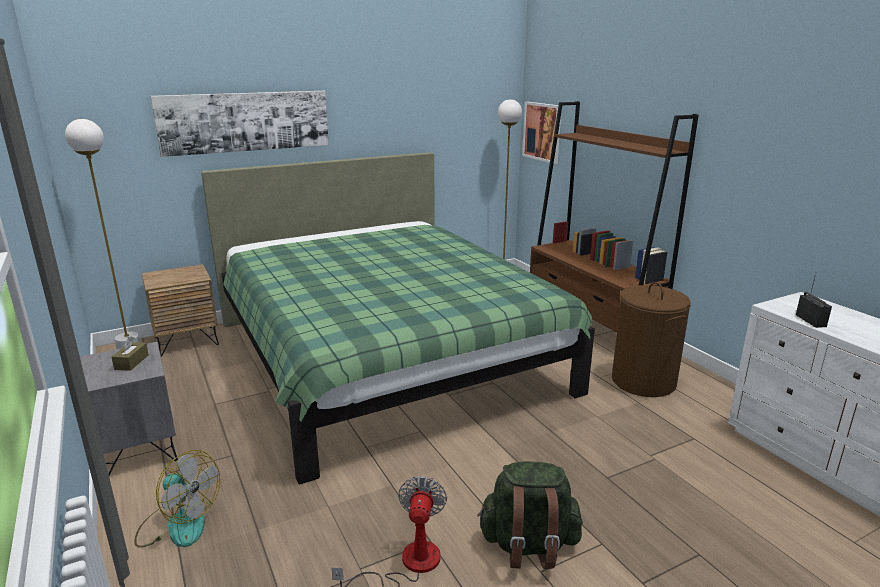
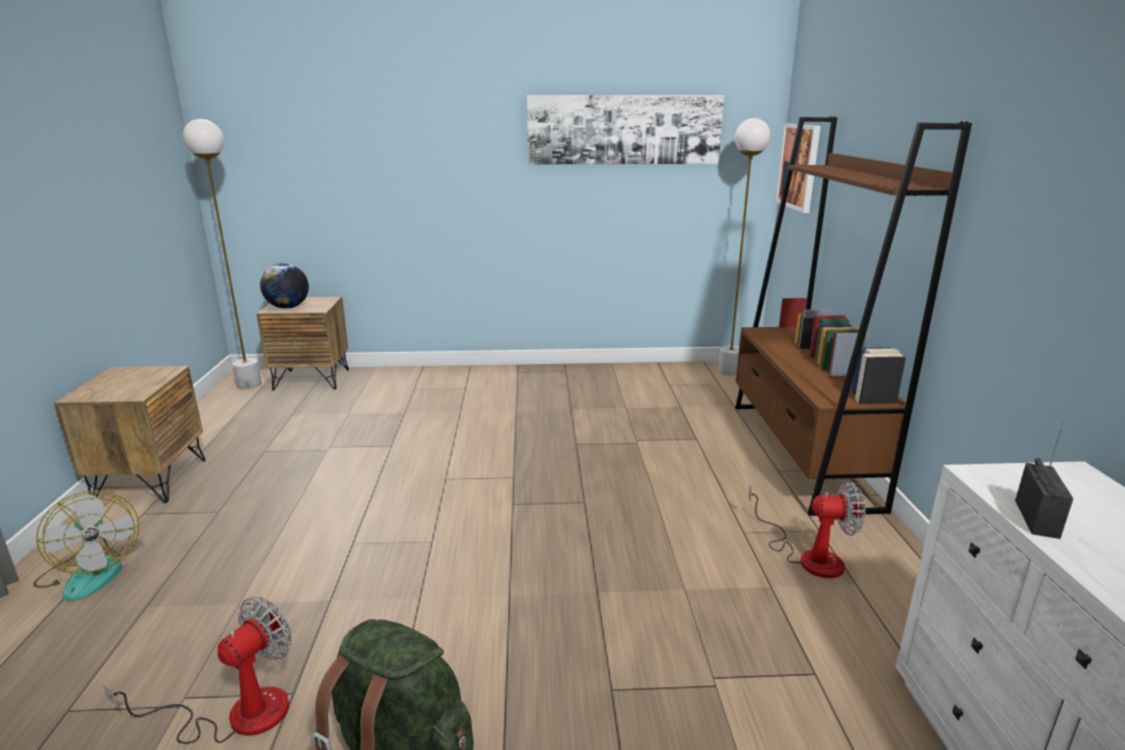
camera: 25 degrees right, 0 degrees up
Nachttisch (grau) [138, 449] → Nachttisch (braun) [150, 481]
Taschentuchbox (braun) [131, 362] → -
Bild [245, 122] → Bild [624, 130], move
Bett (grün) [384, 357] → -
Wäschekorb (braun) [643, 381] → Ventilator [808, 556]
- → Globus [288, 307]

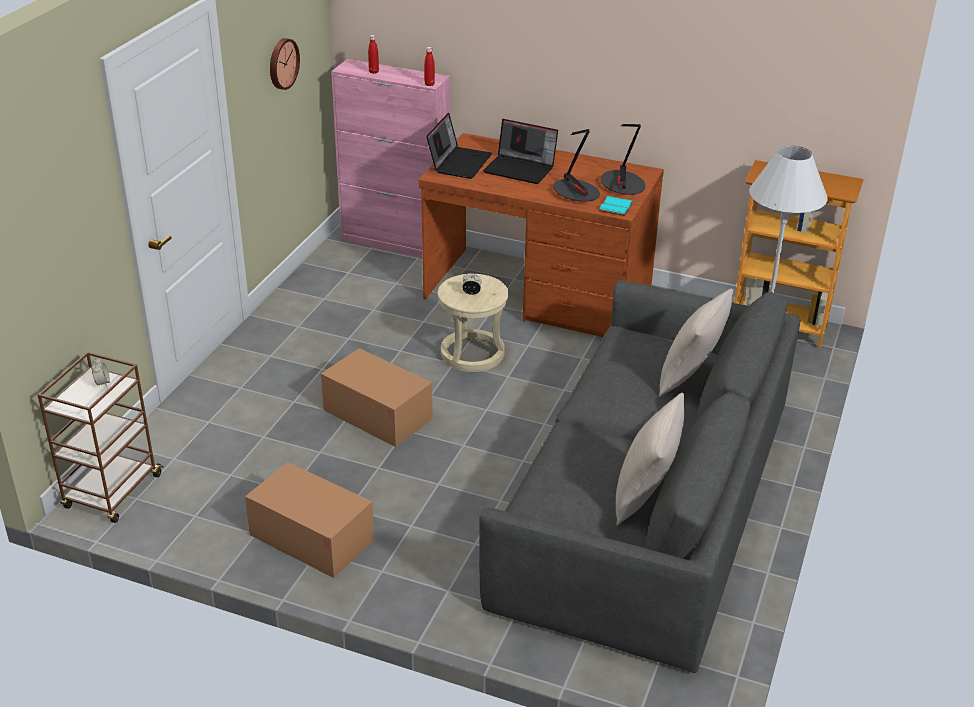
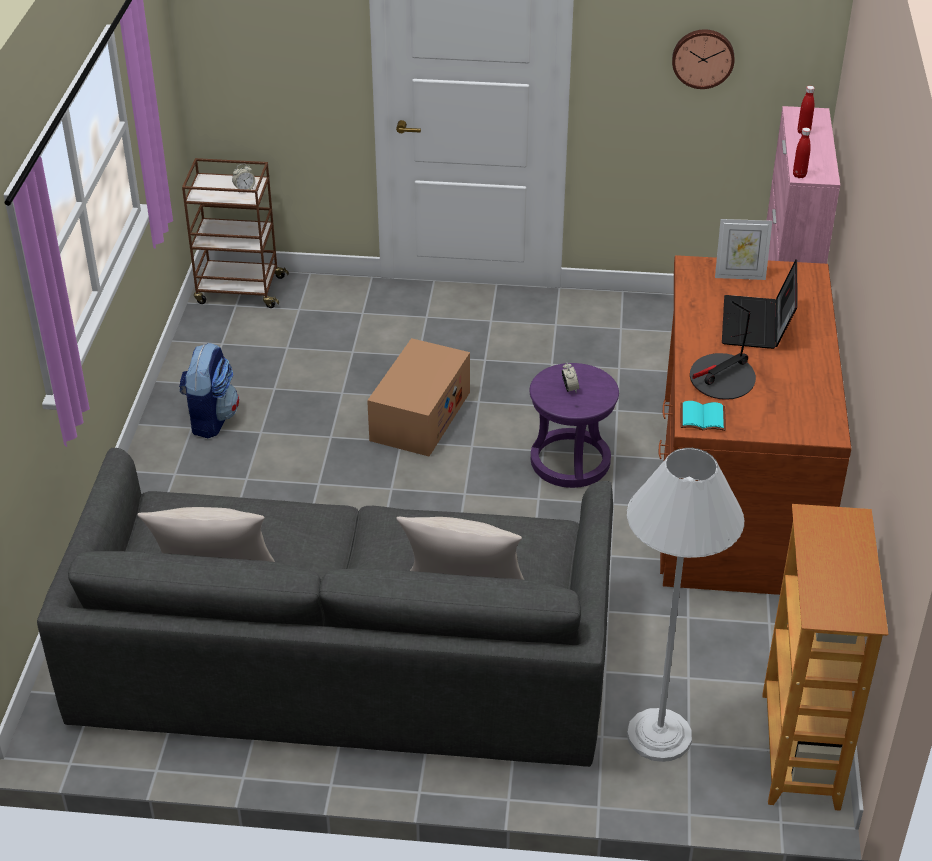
camera: 75 degrees right, 5 degrees up
Karton [311, 537] → Rucksack [210, 419]
Laptop [459, 162] → Bilderrahmen [739, 275]
Hocker (beige) [472, 354] → Hocker (lila) [569, 461]
Tischlampe [622, 184] → -

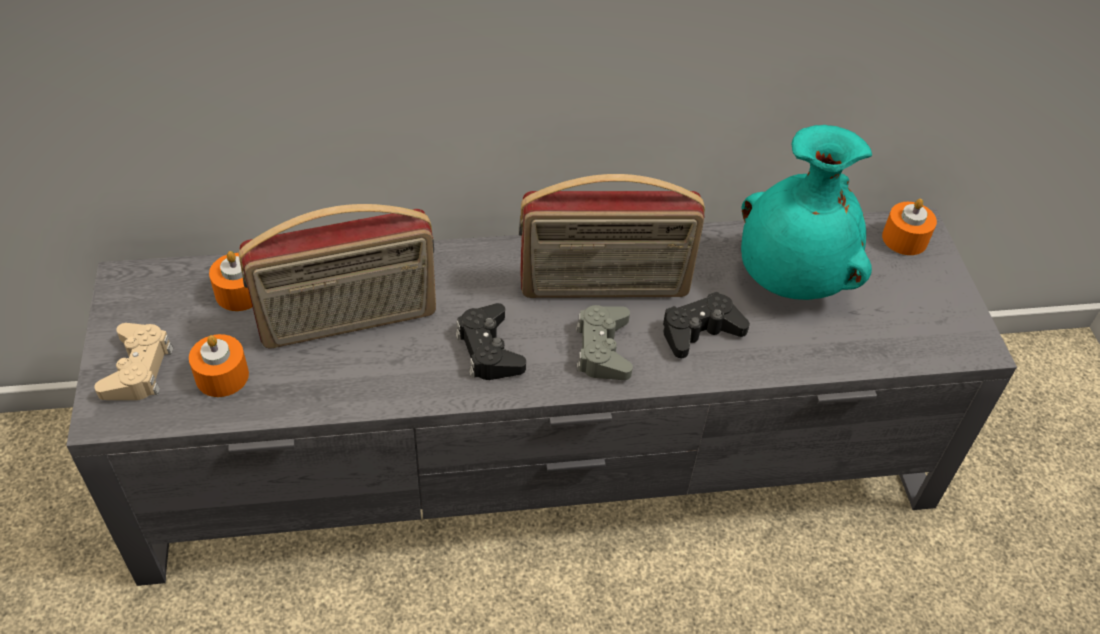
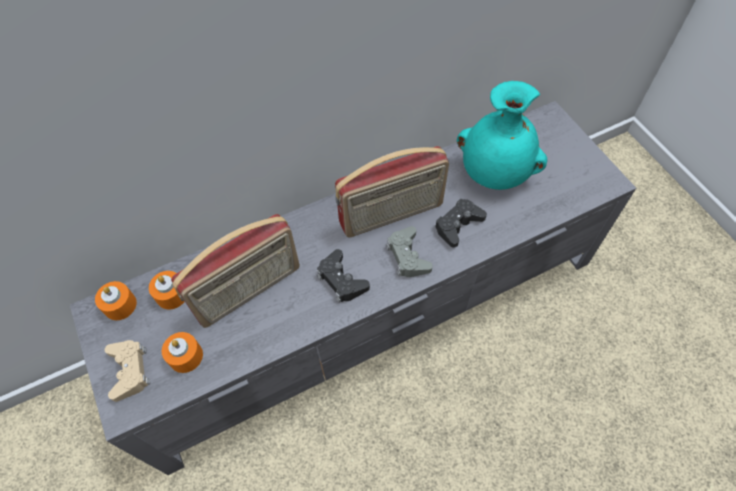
camera: 15 degrees left, 10 degrees up
Kerze (orange) [904, 239] → Kerze (orange) [120, 305], move

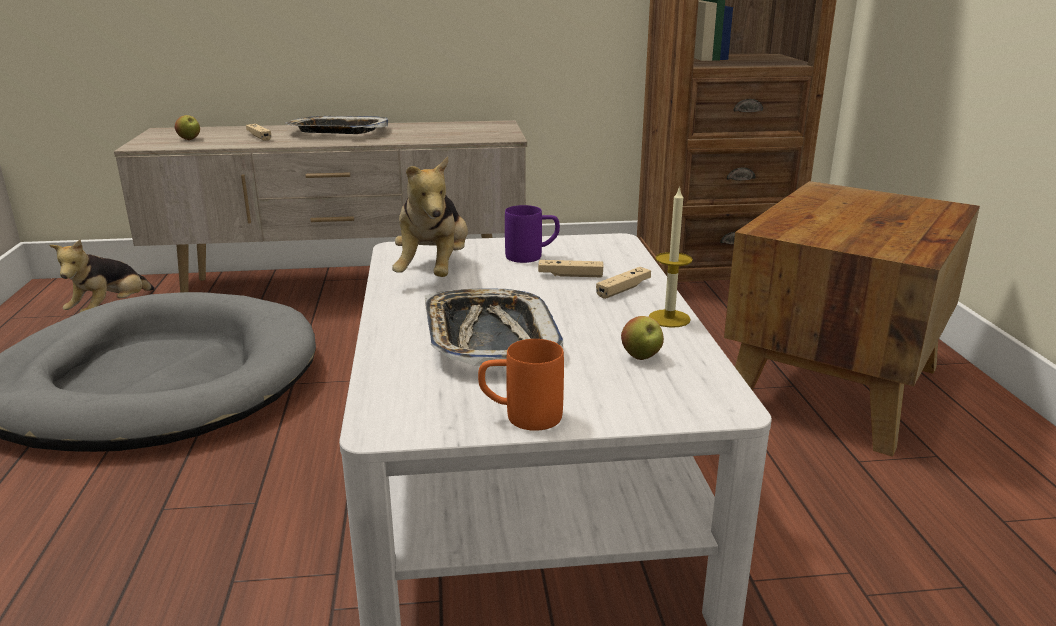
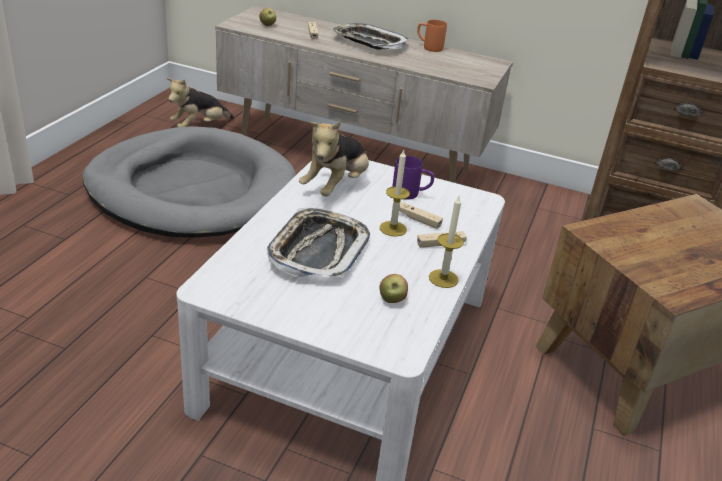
camera: 25 degrees right, 10 degrees up
Henkelbecher (orange) [521, 416] → Henkelbecher (orange) [429, 47], move
- → Kerze [393, 228]

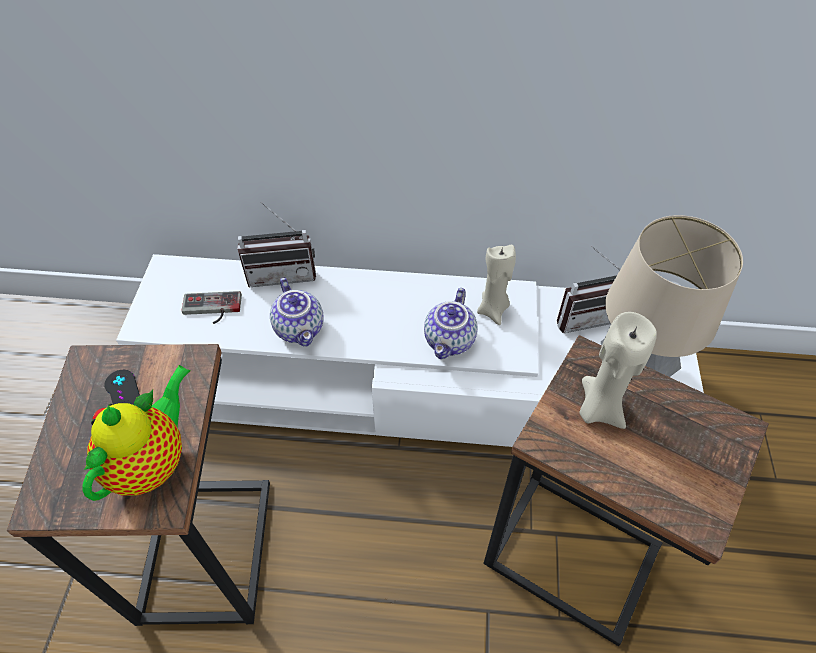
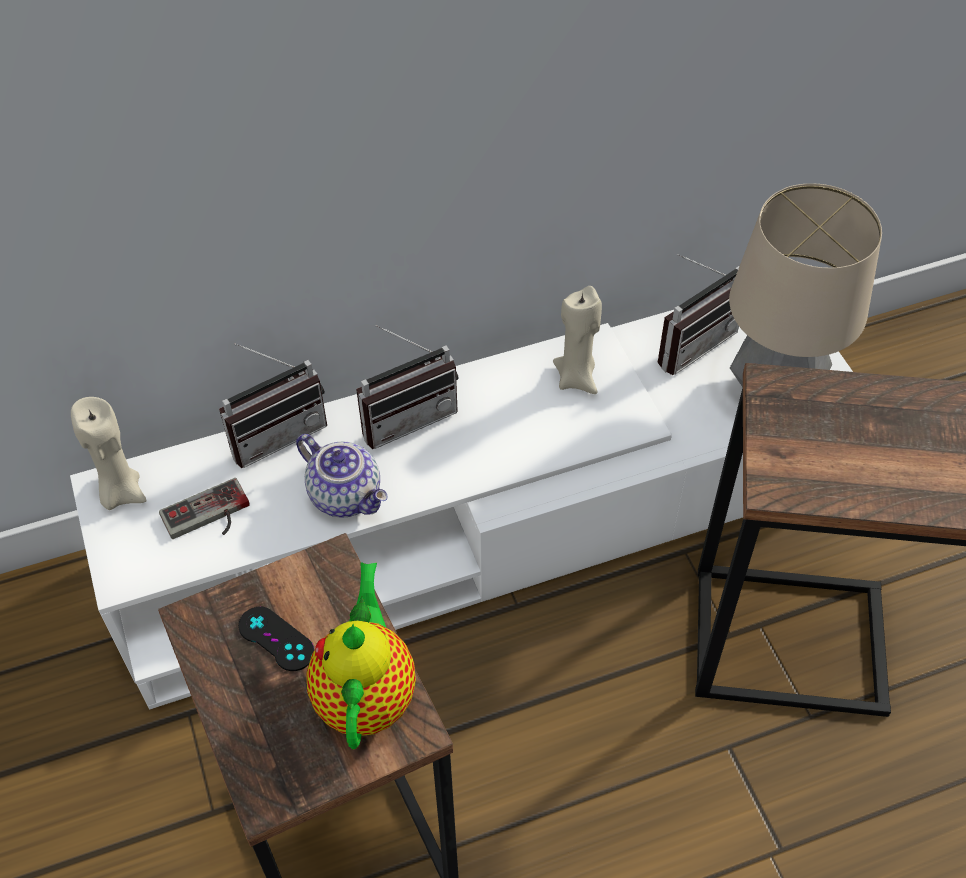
camera: 25 degrees left, 0 degrees up
Teekanne [450, 341] → -
Kerze (beige) [598, 408] → Kerze (beige) [121, 492], move
- → Radio [406, 415]

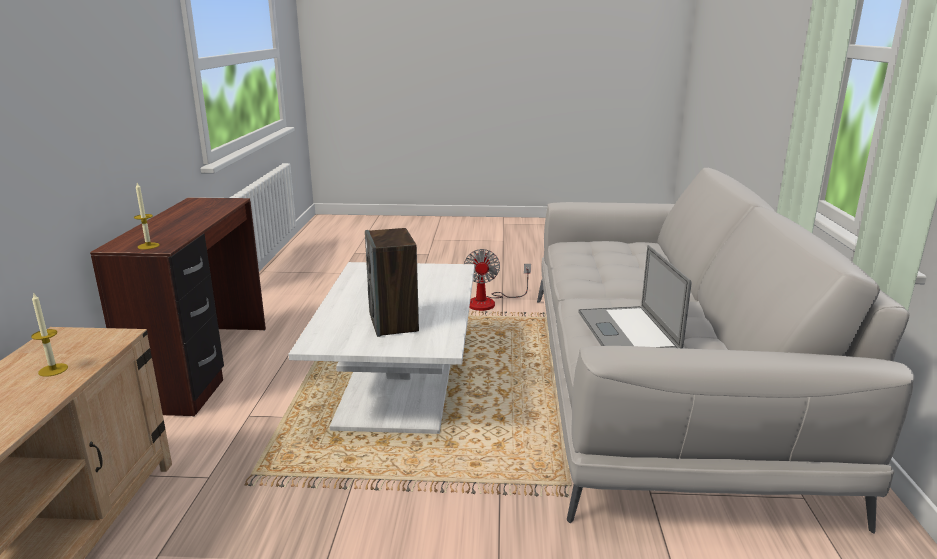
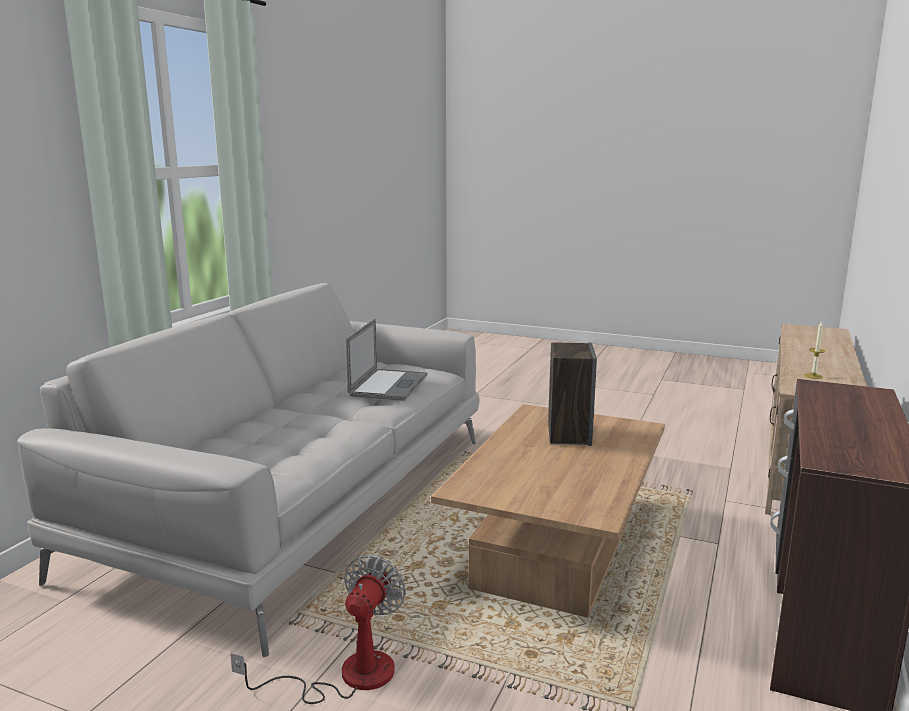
camera: 160 degrees left, 5 degrees down
Kerze [148, 246] → -
Couchtisch (weiß) [399, 383] → Couchtisch (braun) [557, 549]

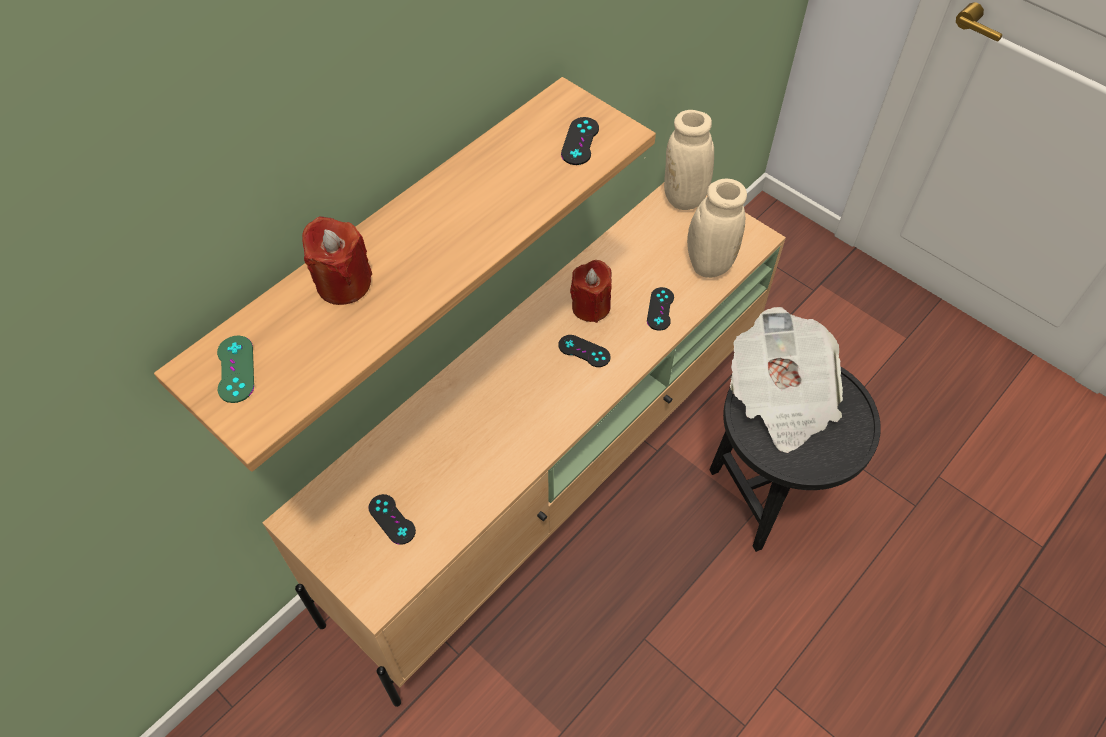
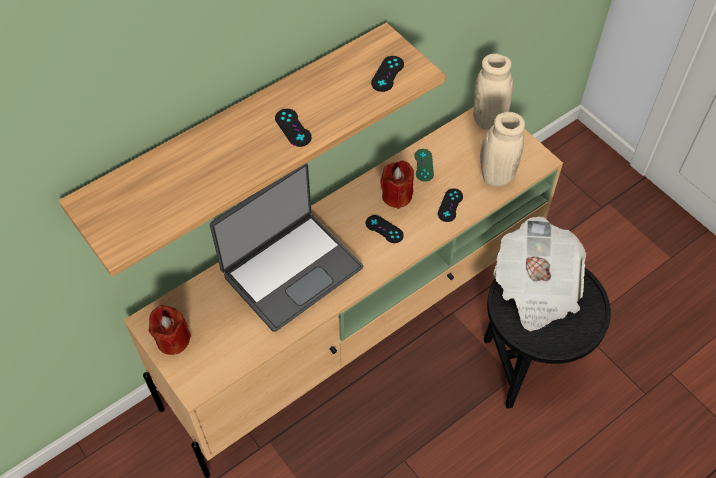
camera: 10 degrees right, 0 degrees up
Gamepad (grün) [235, 369] → Gamepad (grün) [423, 165], move
Kerze (rot) [343, 283] → Kerze (rot) [173, 340], move
Gamepad (schwarz) [392, 519] → Gamepad (schwarz) [293, 128], move
- → Laptop [291, 270]

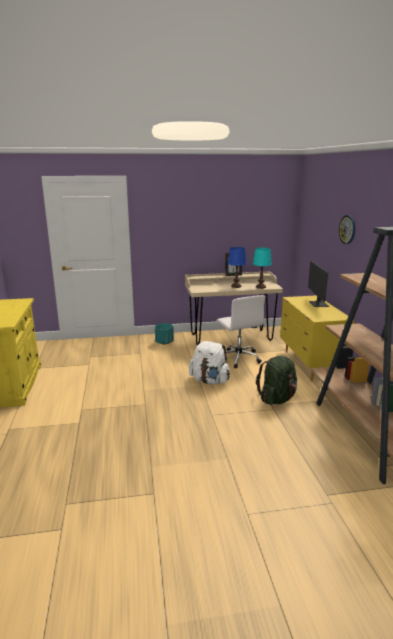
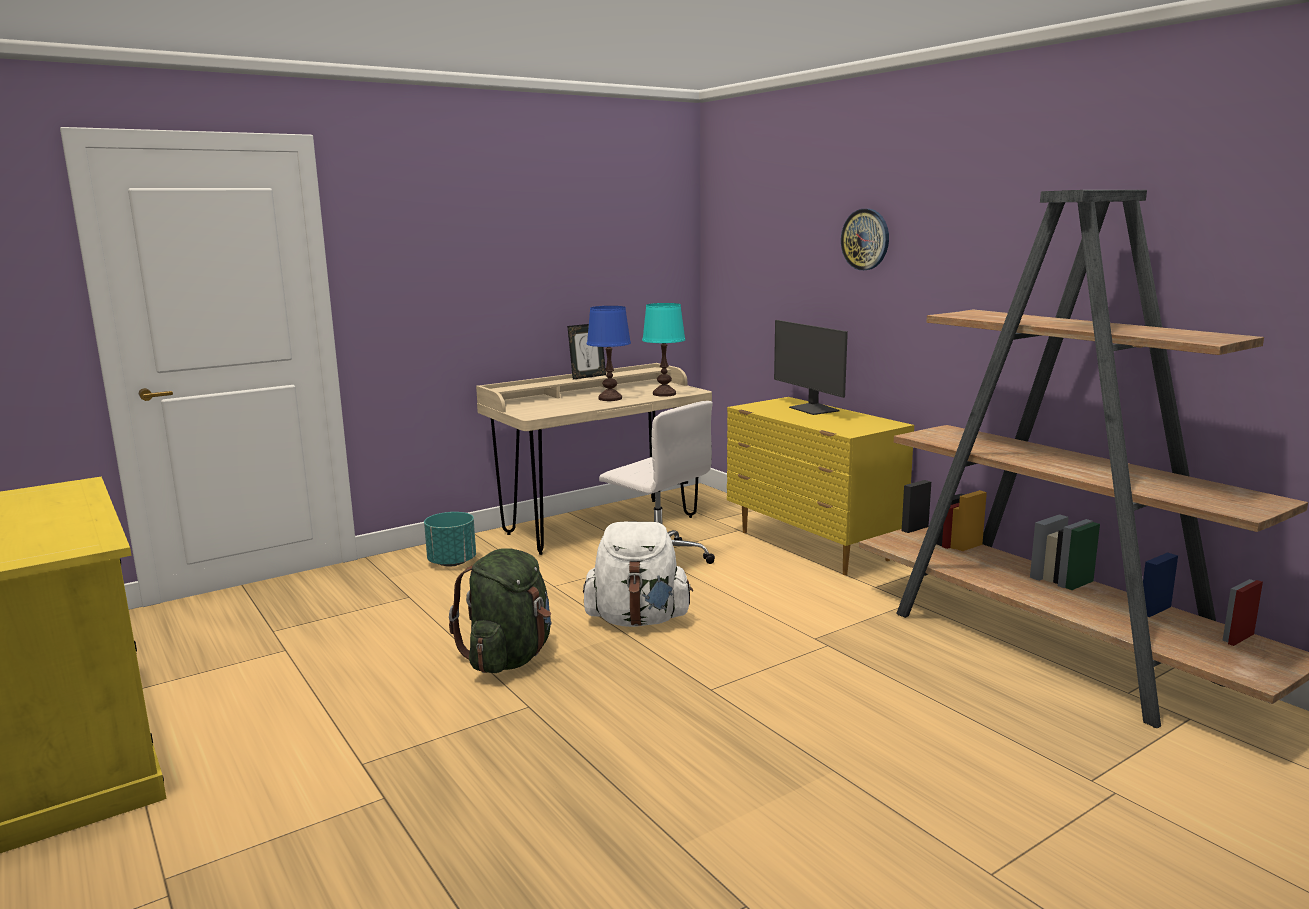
camera: 25 degrees left, 5 degrees down
Rucksack (grün) [277, 399] → Rucksack (grün) [509, 658], move

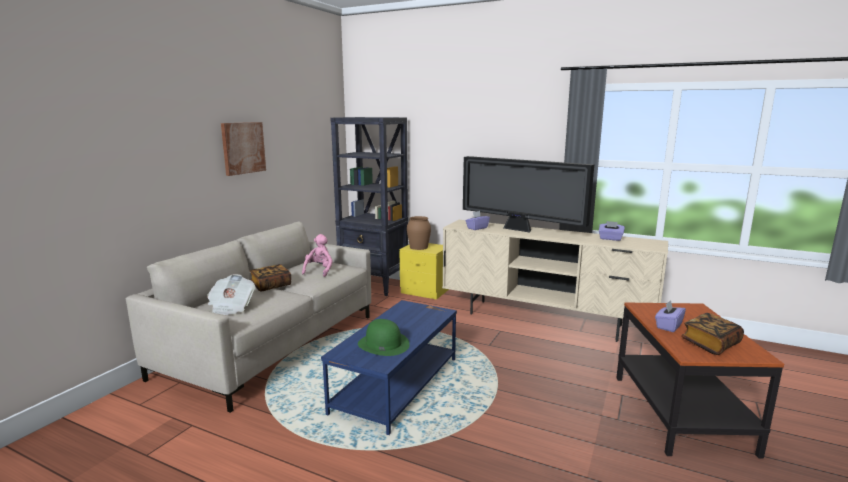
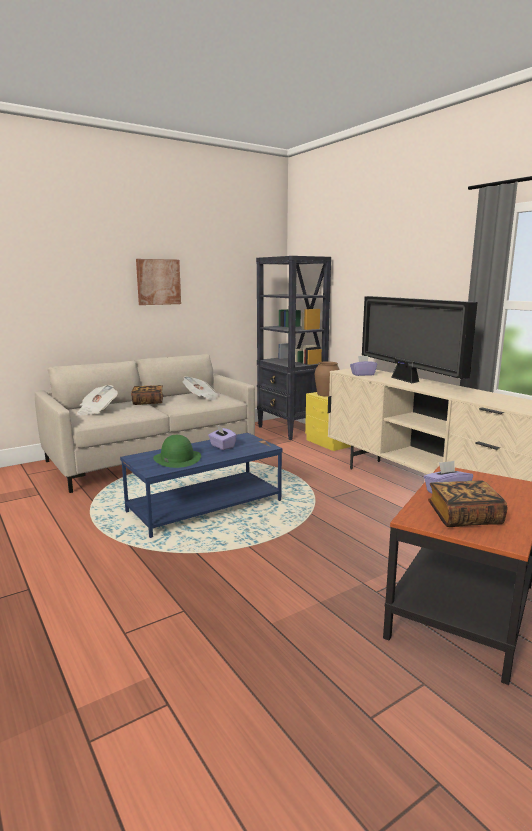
camera: 30 degrees right, 0 degrees up
Plüschtier (rosa) [319, 271] → Zeitung [201, 398]
Taschentuchbox (lila) [610, 239] → Taschentuchbox (lila) [222, 446], move

